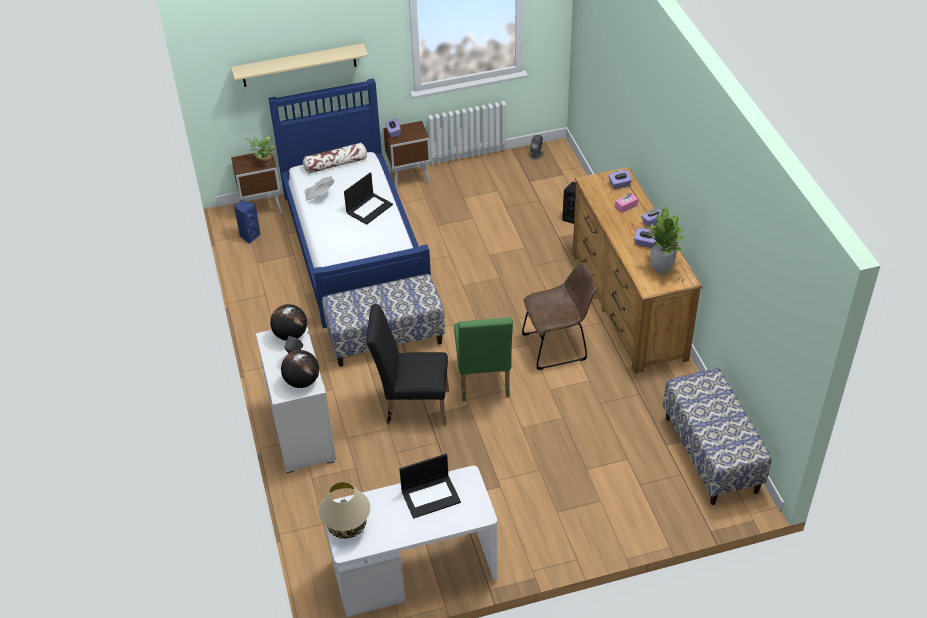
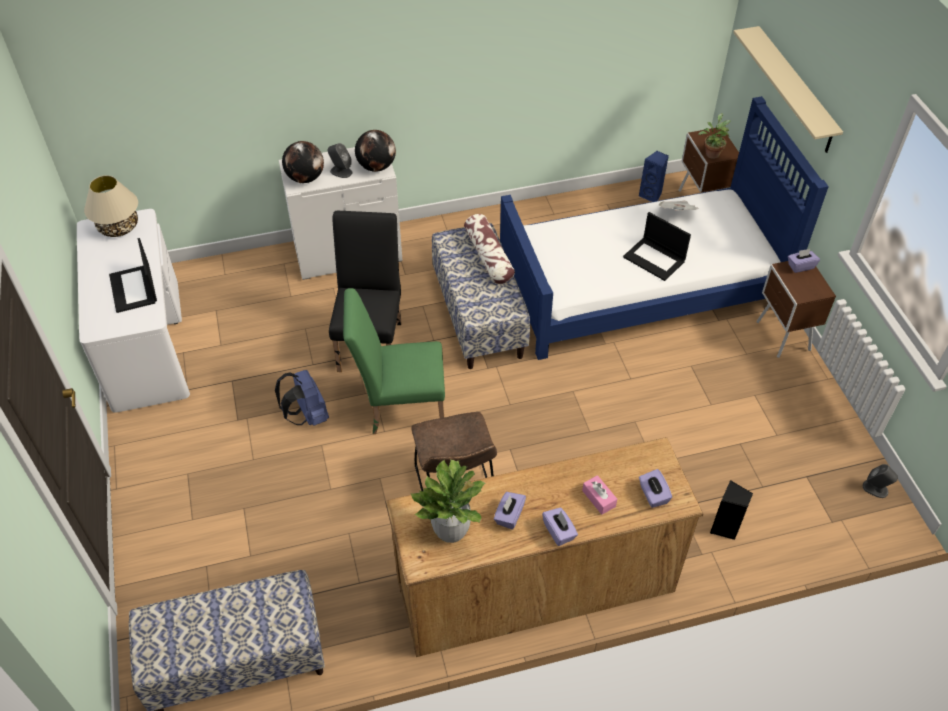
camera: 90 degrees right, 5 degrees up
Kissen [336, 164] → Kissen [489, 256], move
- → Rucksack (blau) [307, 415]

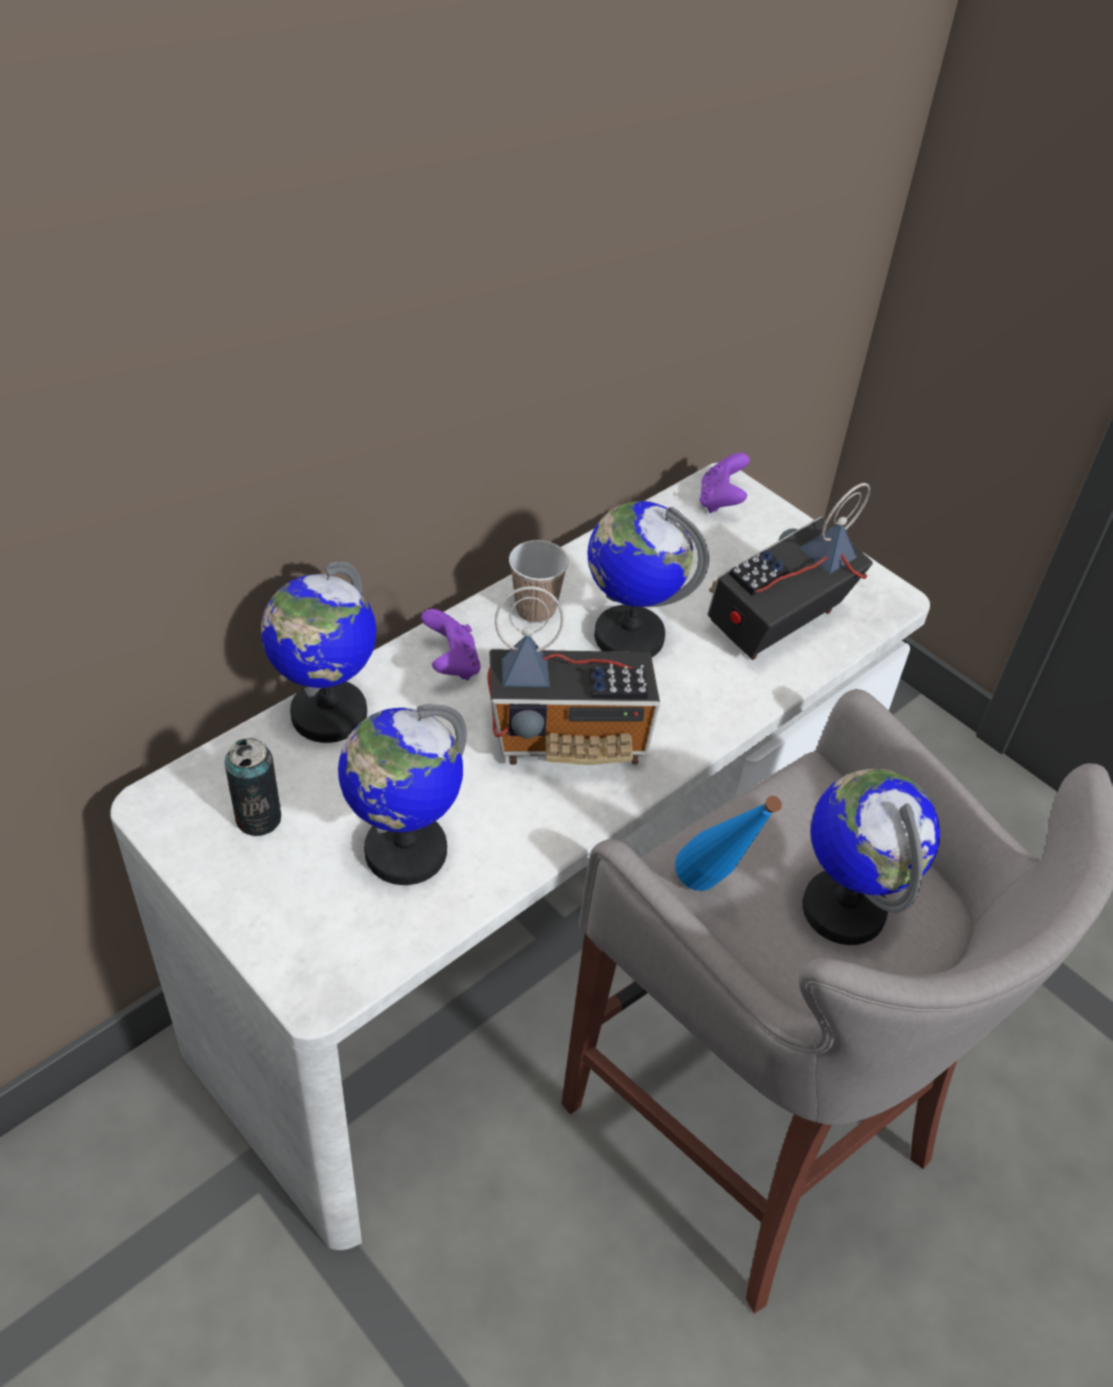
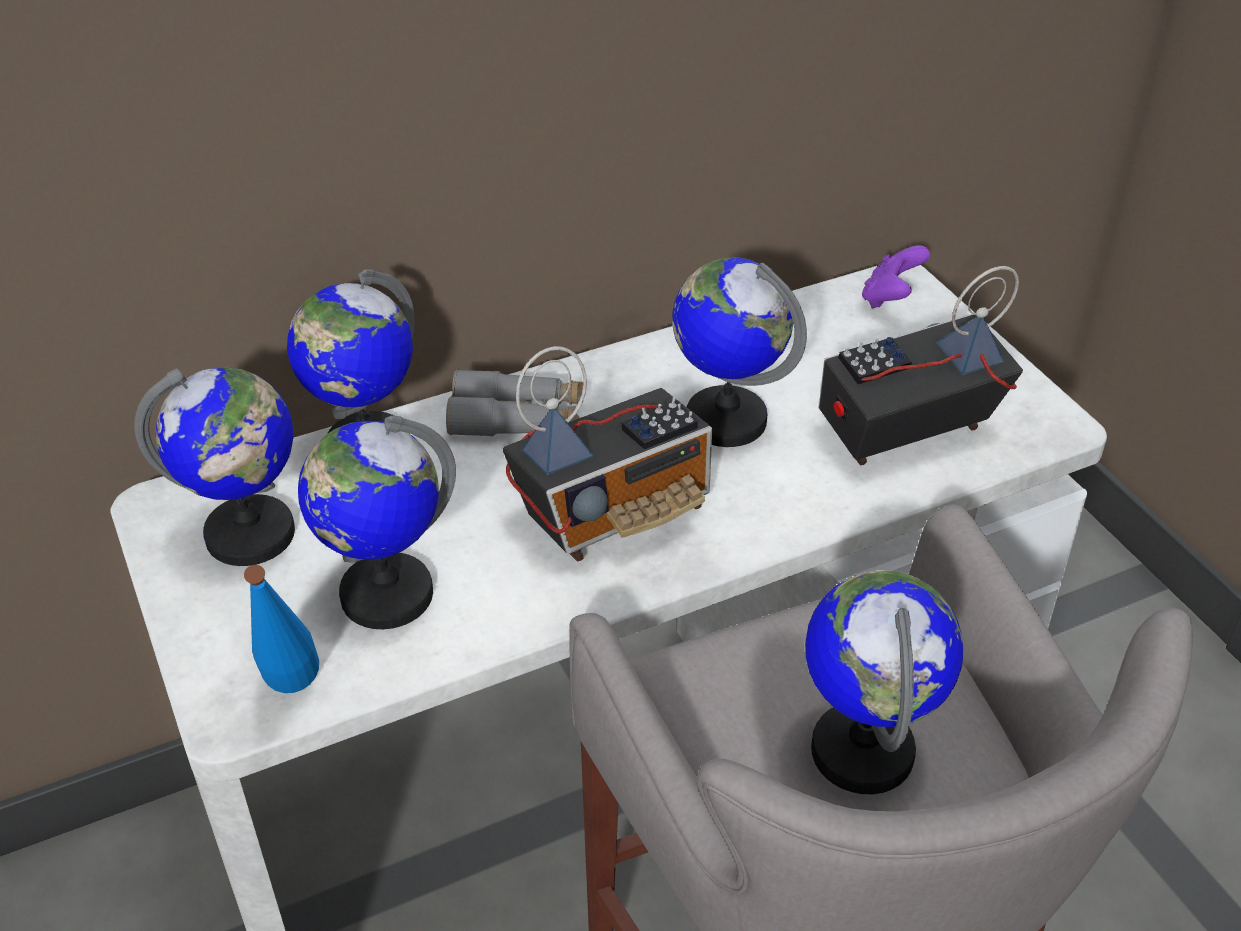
camera: 20 degrees right, 5 degrees down
Dose [258, 818] → Globus [251, 535]
Gamepad (lila) [452, 664] → Fernglas (grau) [518, 419]
Radio [571, 739] → Radio [616, 513], 45 degrees counterclockwise
Tasse [535, 610] → -
Flasche (blau) [713, 894] → Flasche (blau) [293, 699], move

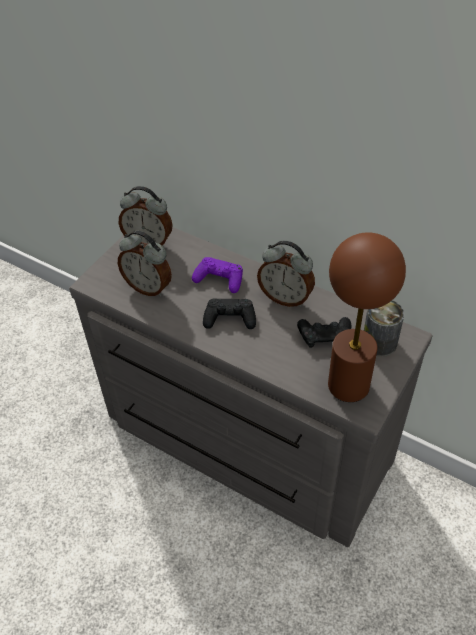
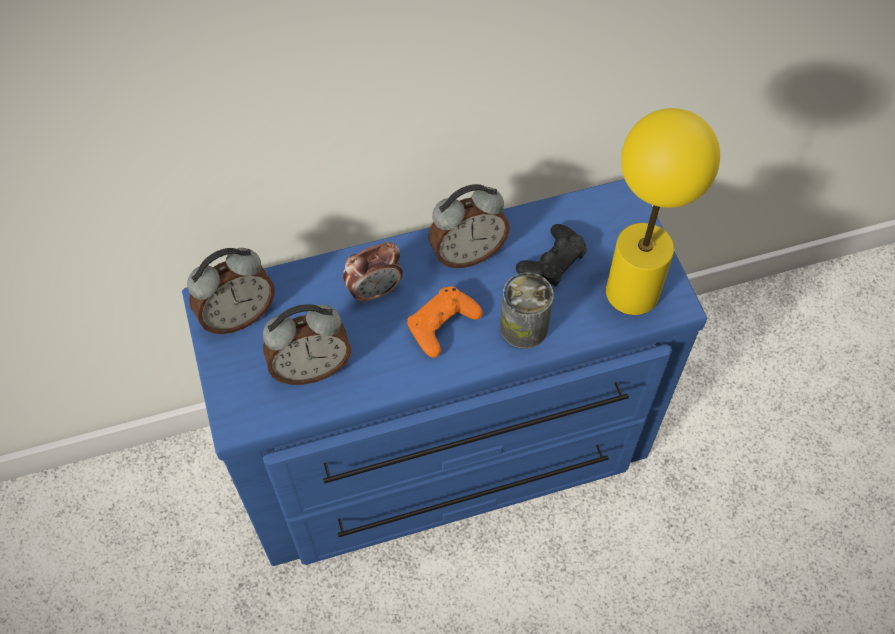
camera: 50 degrees left, 10 degrees up
Kommode (grau) [243, 443] → Kommode (blau) [447, 454]
Gamepad (lila) [219, 279] → Wecker [375, 291]
Gamepad (schwarz) [230, 318] → Gamepad (orange) [442, 325]
Tischlampe (braun) [349, 385] → Tischlampe (gelb) [633, 292]
Dose [379, 342] → Dose [524, 327], move

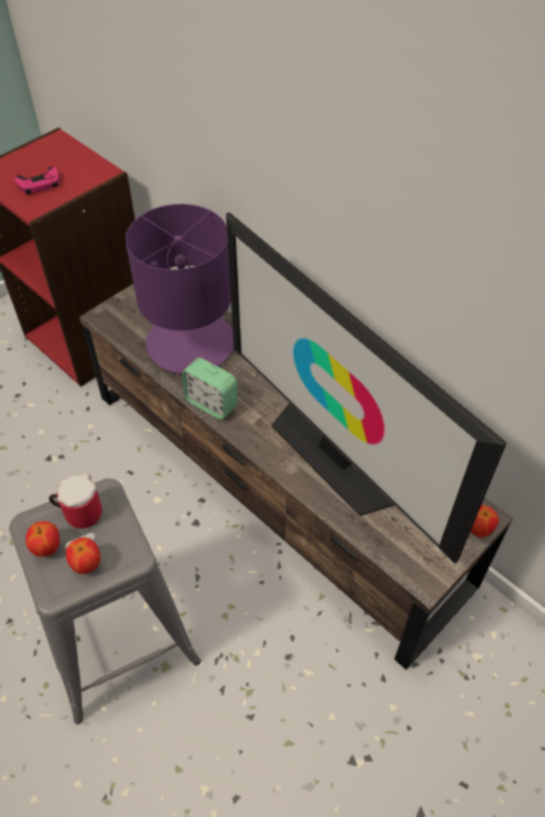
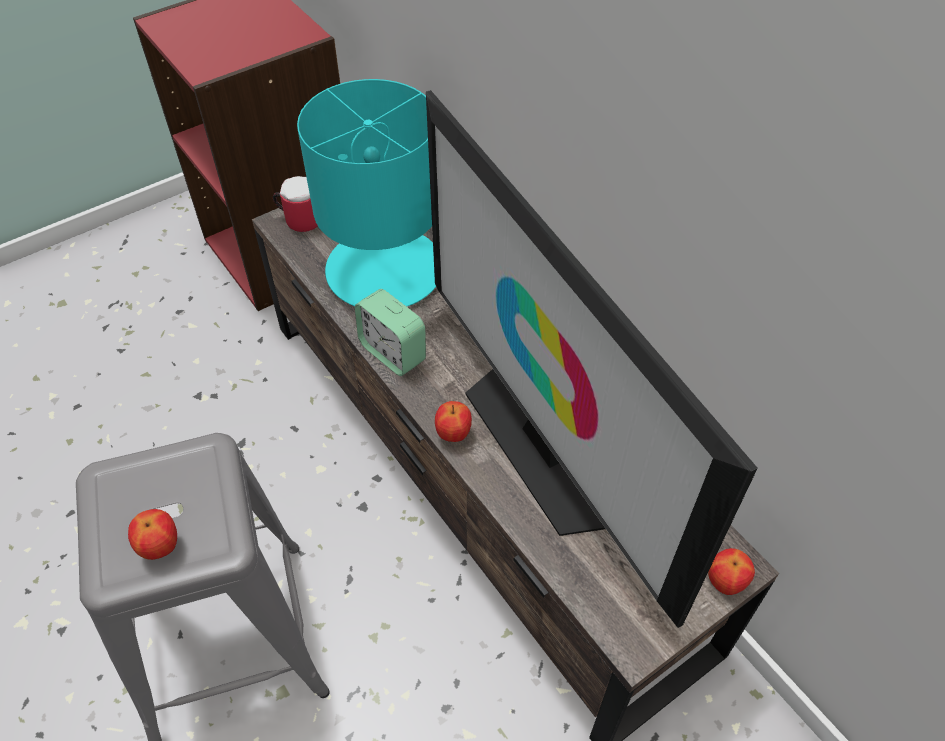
camera: 10 degrees right, 0 degrees up
Gamepad (rosa) [39, 184] → -
Apfel [47, 548] → Apfel [453, 434], move
Henkelbecher [79, 511] → Henkelbecher [300, 219], move
Tischlampe (lila) [189, 342] → Tischlampe (türkis) [383, 269]

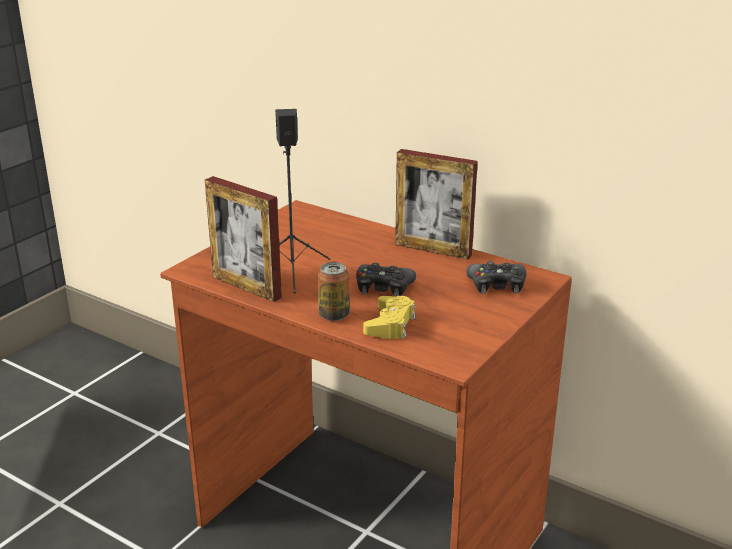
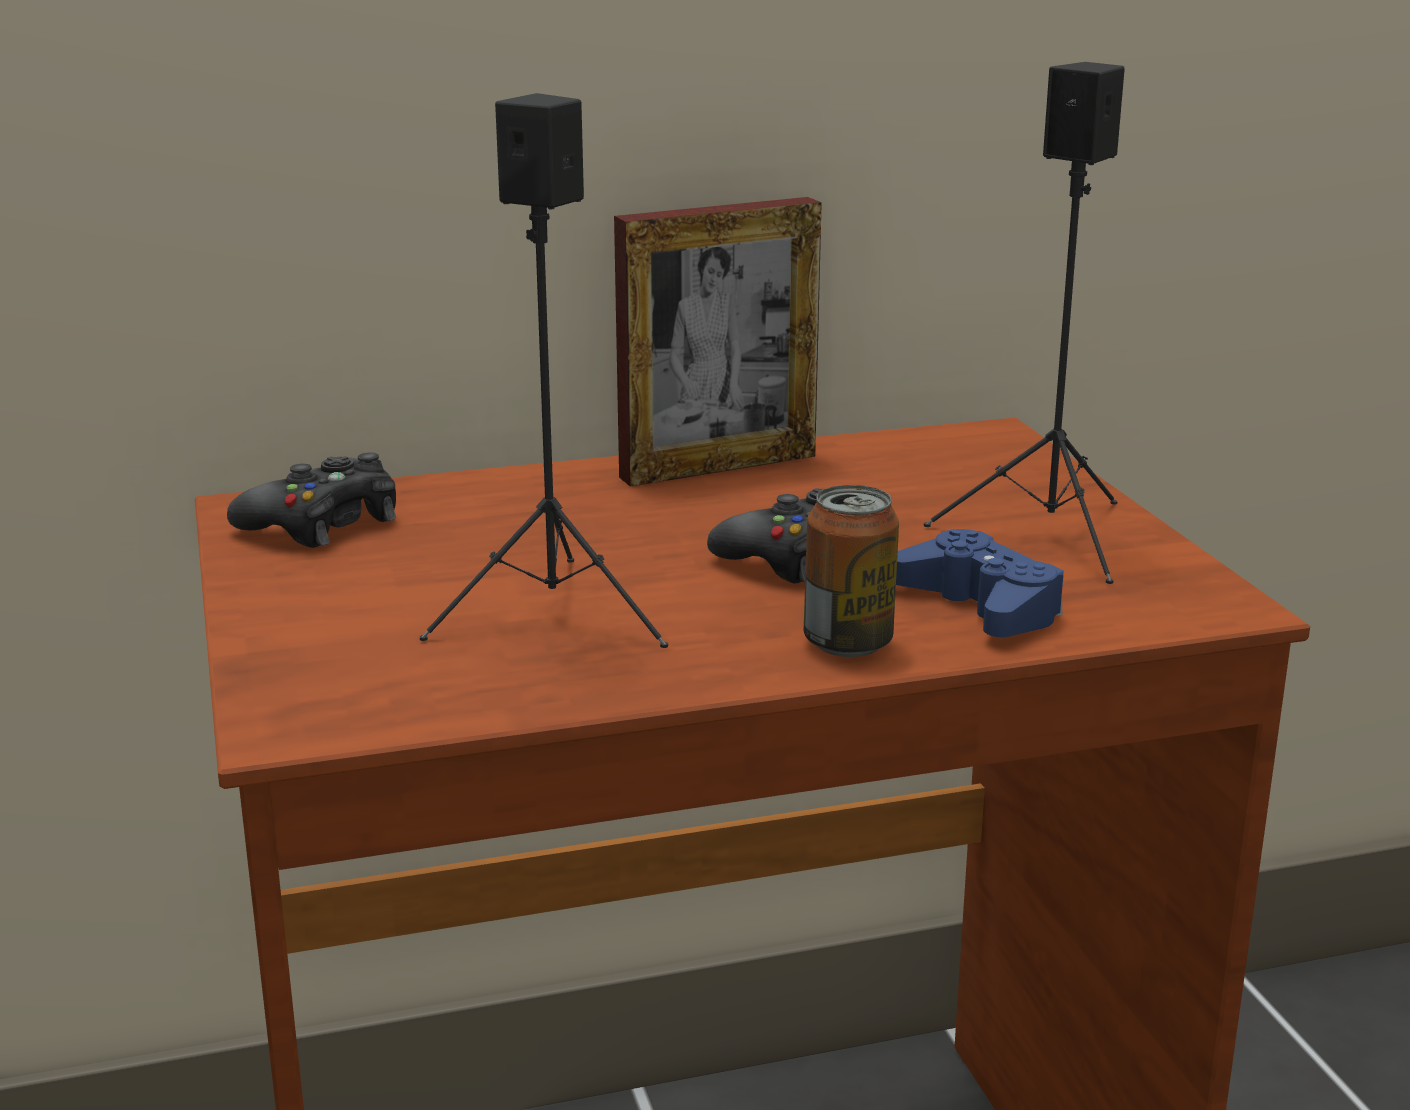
camera: 50 degrees left, 5 degrees down
Bilderrahmen [246, 287] → -
Gamepad (gelb) [390, 324] → Gamepad (blau) [980, 605]
Gamepad (schwarz) [497, 285] → Gamepad (schwarz) [323, 523], move
- → Lautsprecher (schwarz) [1051, 536]

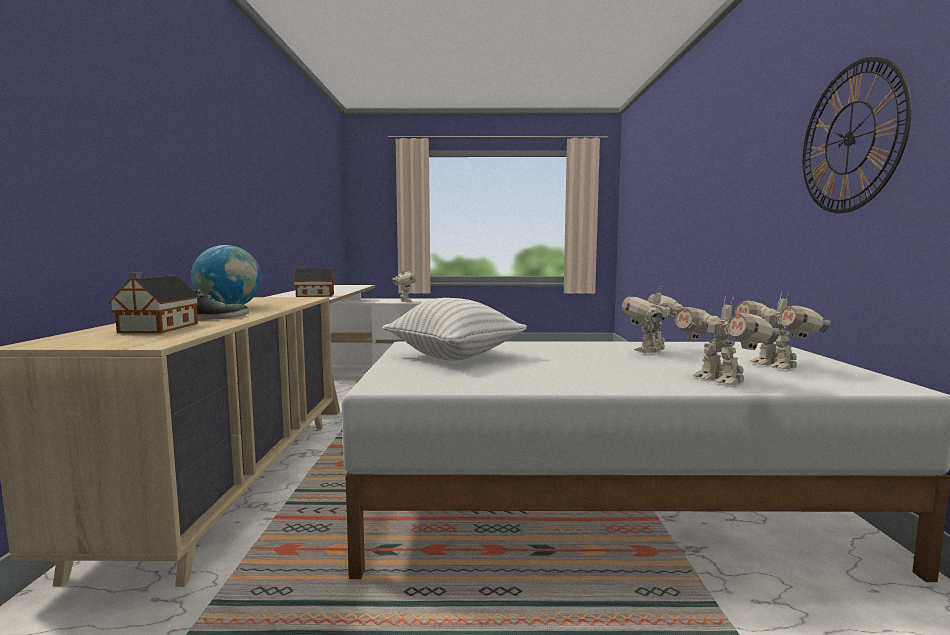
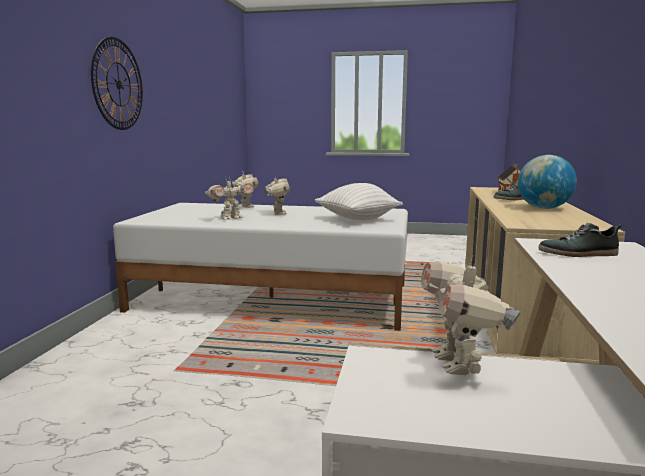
camera: 170 degrees left, 5 degrees up
Spielzeughaus [313, 295] → Schuh [578, 253]
Spielzeugroboter [775, 366] → Spielzeugroboter [278, 214], move

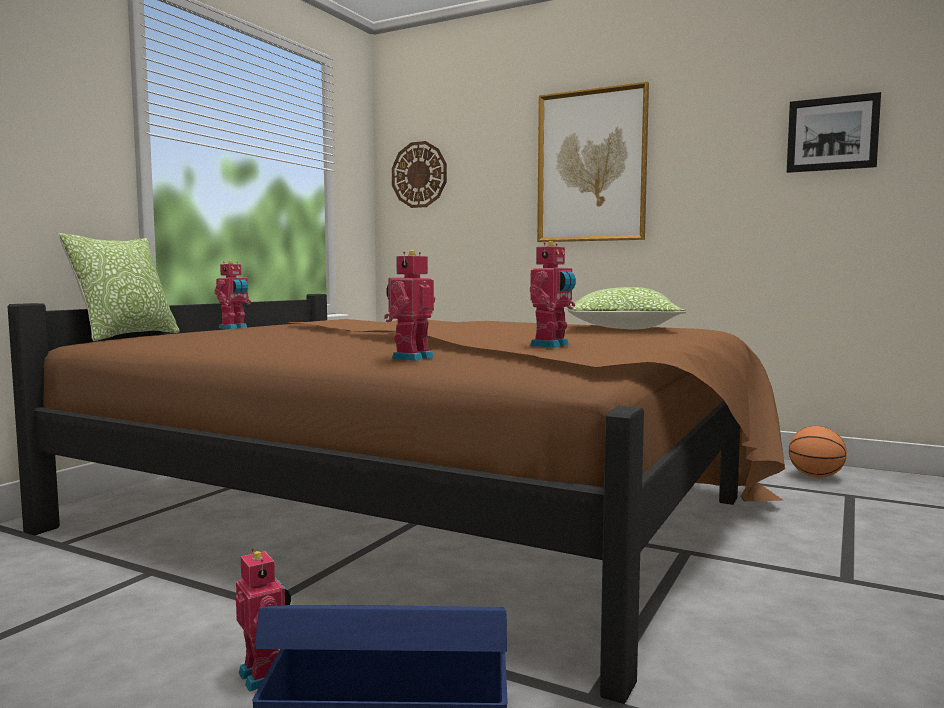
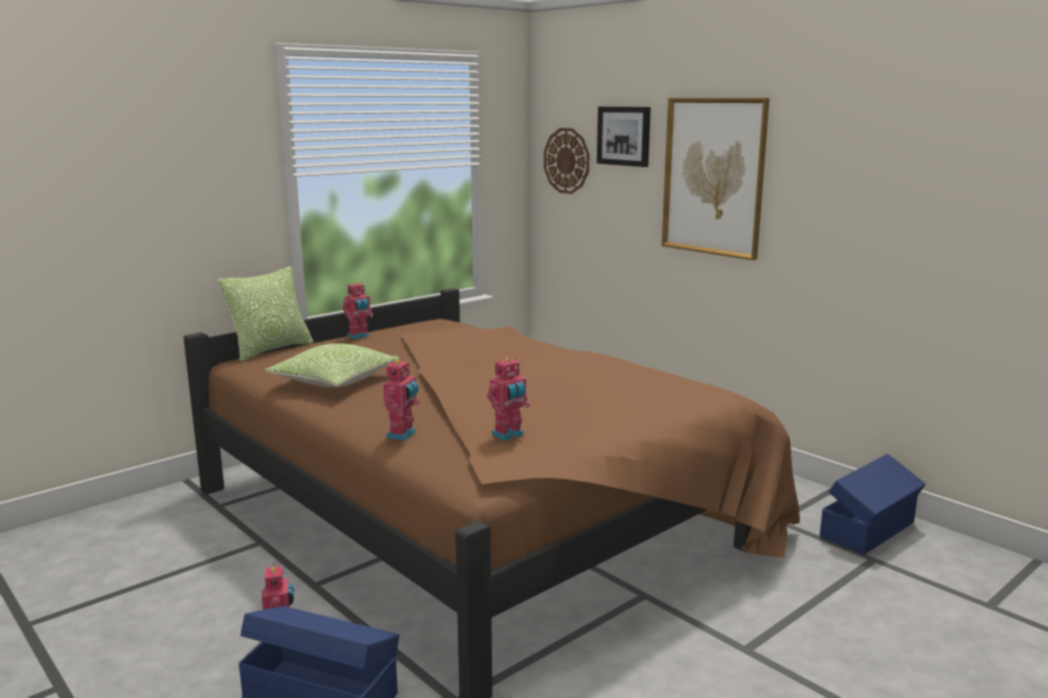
camera: 20 degrees right, 10 degrees up
Spielzeugroboter [410, 358] → Spielzeugroboter [403, 435], 150 degrees clockwise
Kissen [621, 328] → Kissen [334, 381], move
Bild [832, 134] → Bild [624, 136], move
Basketball [815, 477] → Aufbewahrungsbox (blau) [869, 530]

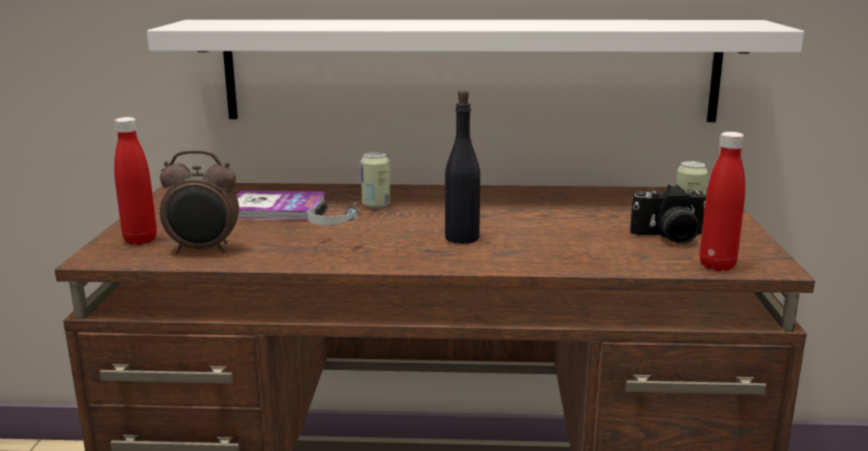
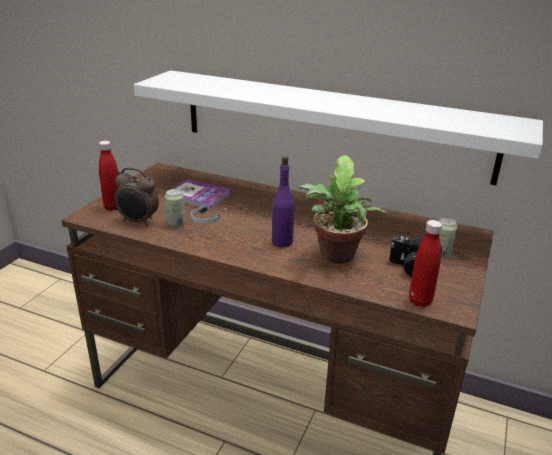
camera: 20 degrees right, 10 degrees up
Dose [376, 205] → Dose [176, 223], move
Flasche (schwarz) [461, 238] → Flasche (lila) [282, 242]
- → Topfpflanze [336, 257]

